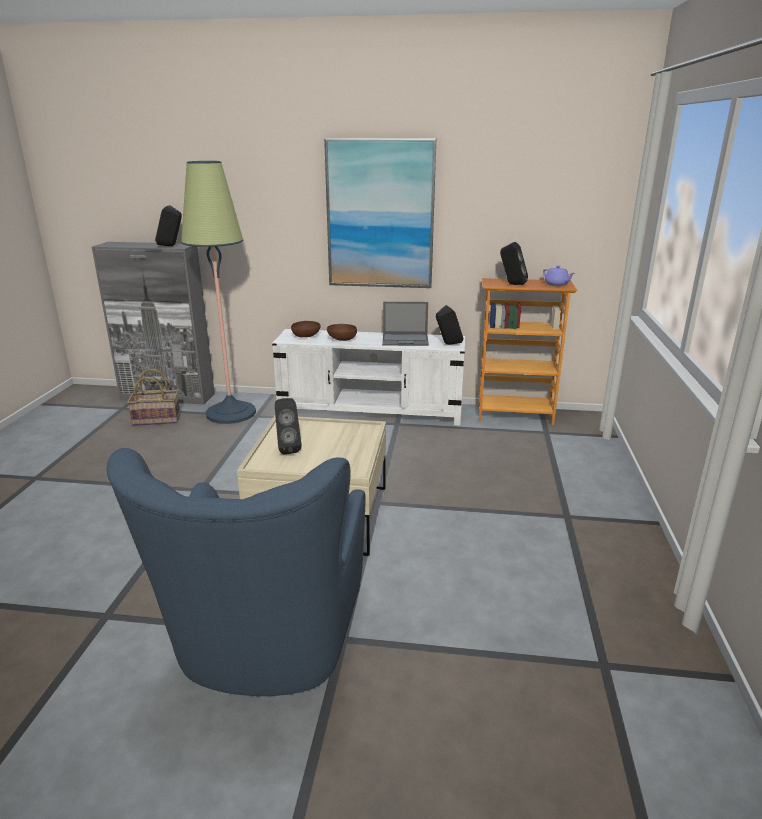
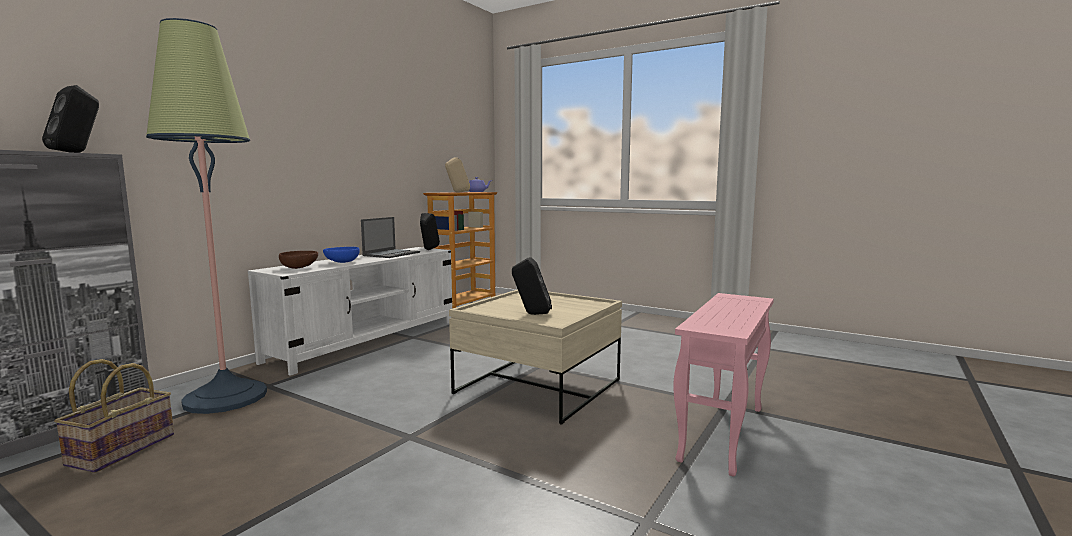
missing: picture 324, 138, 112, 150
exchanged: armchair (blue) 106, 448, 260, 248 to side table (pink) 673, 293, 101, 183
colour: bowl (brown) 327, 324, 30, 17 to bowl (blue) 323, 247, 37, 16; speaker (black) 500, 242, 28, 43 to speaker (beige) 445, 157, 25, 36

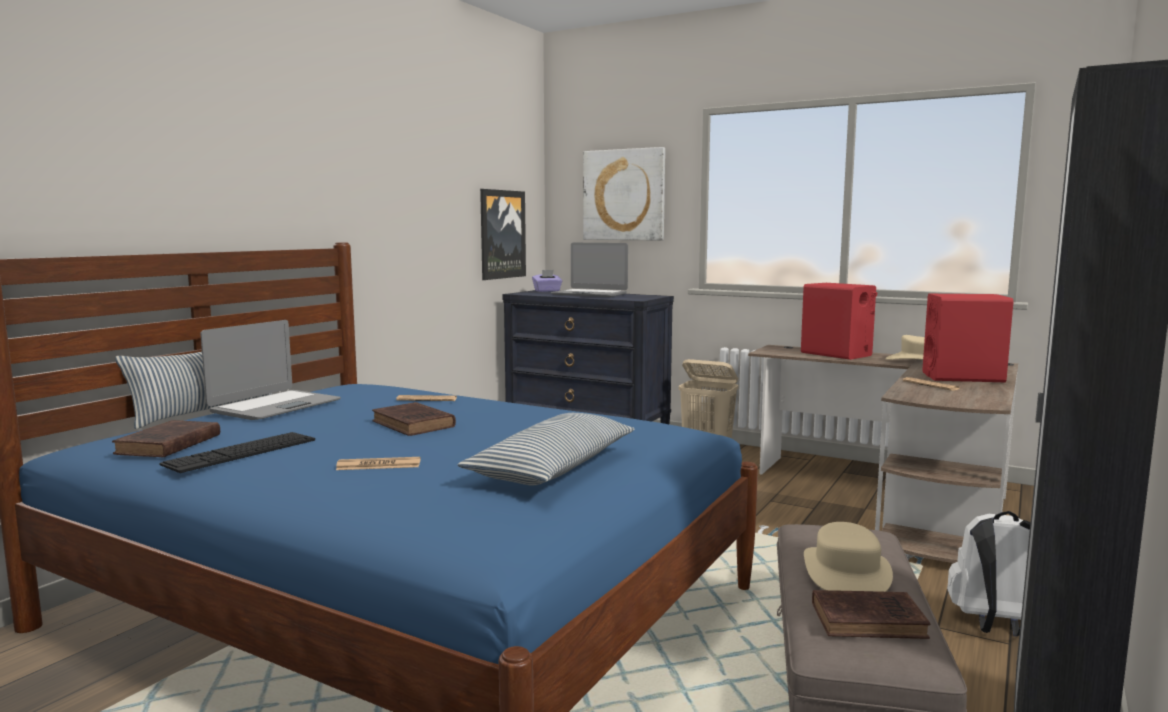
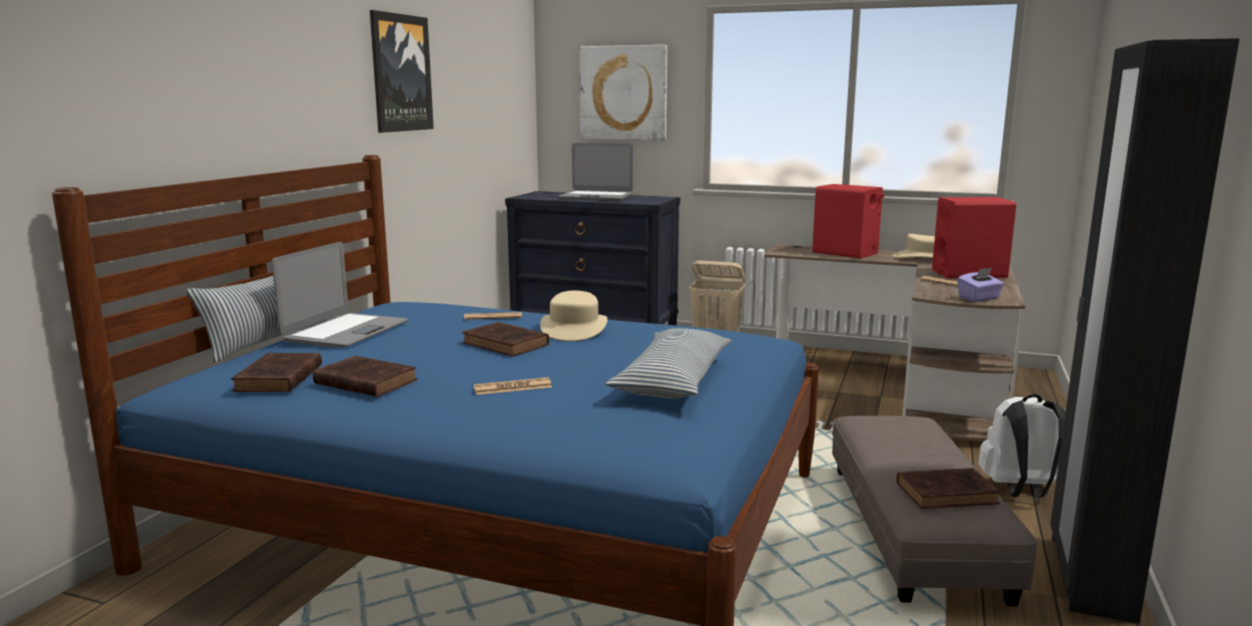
relocated: picture 480, 189, 46, 91 to 370, 10, 64, 123; hat (beige) 804, 522, 89, 70 to 540, 290, 68, 51; tissue box (purple) 532, 270, 30, 22 to 957, 268, 47, 34
exchanged: keyboard 159, 432, 156, 41 to book (brown) 313, 356, 104, 41

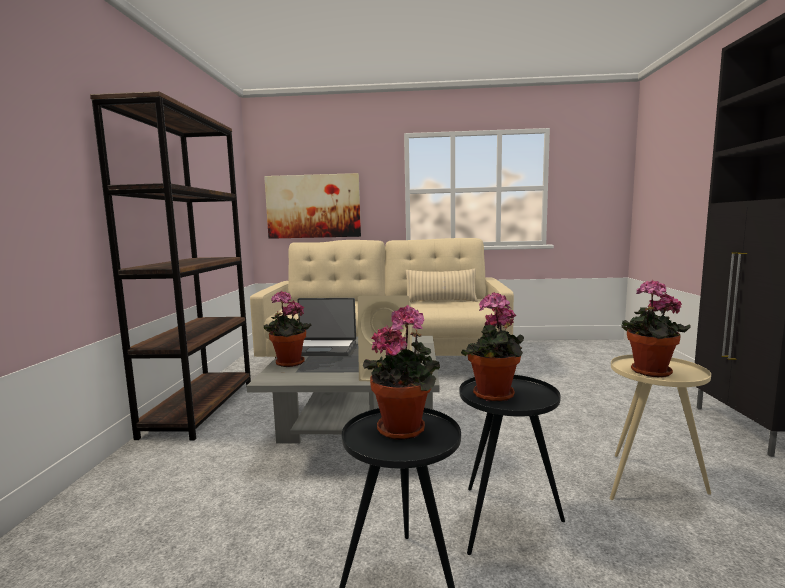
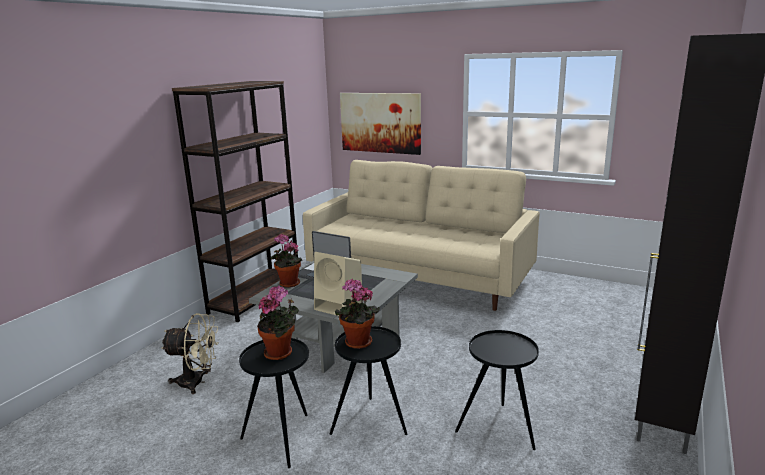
missing: pillow (beige) 405, 268, 73, 34; potted plant 621, 279, 70, 98
appeared: fan (beige) 161, 313, 58, 81
colour: side table (beige) 610, 354, 101, 146 to side table (black) 455, 330, 84, 120

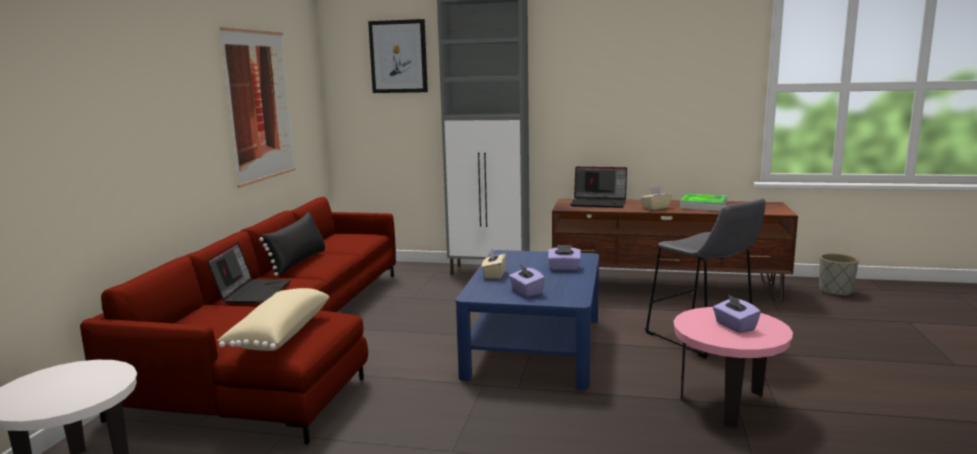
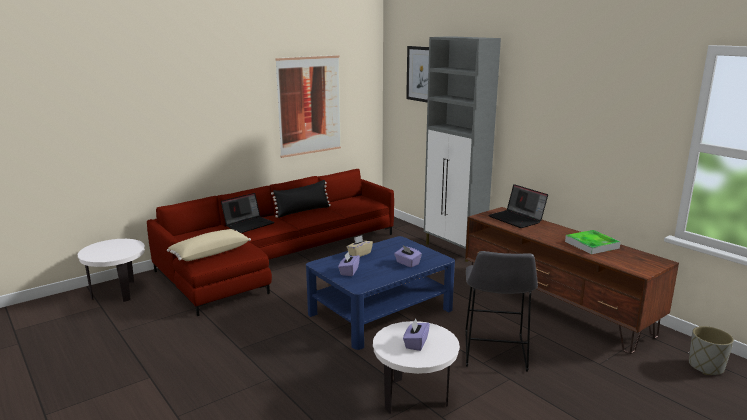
missing: tissue box (beige) 641, 186, 31, 24
colour: side table (pink) 673, 307, 120, 121 to side table (white) 373, 321, 87, 93

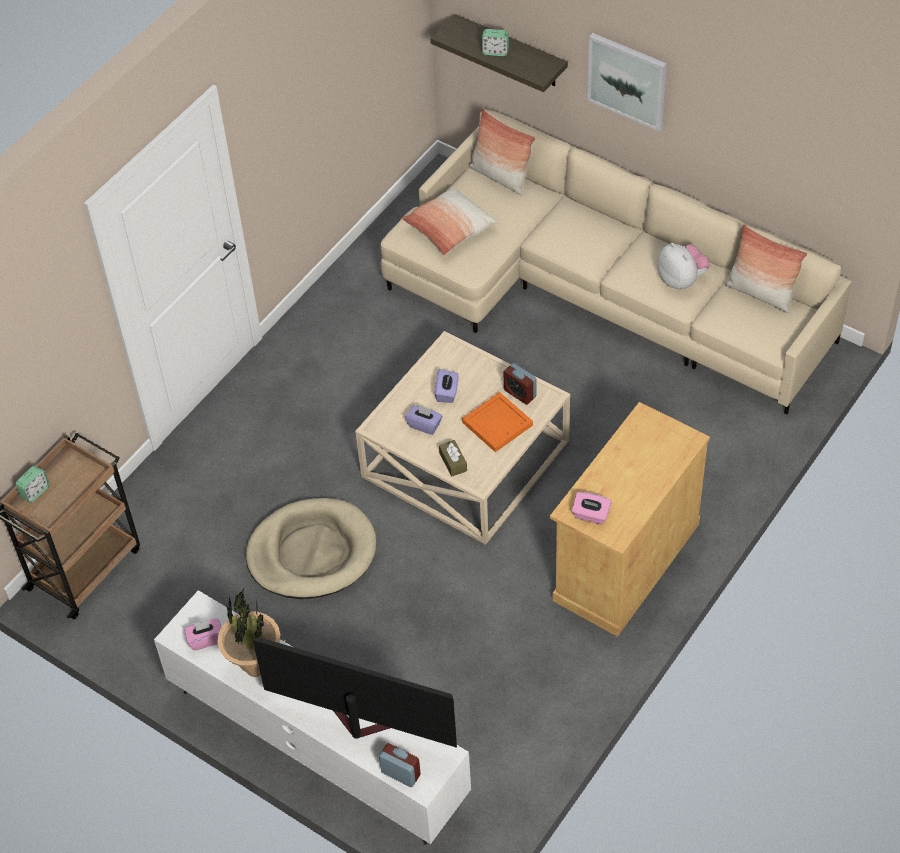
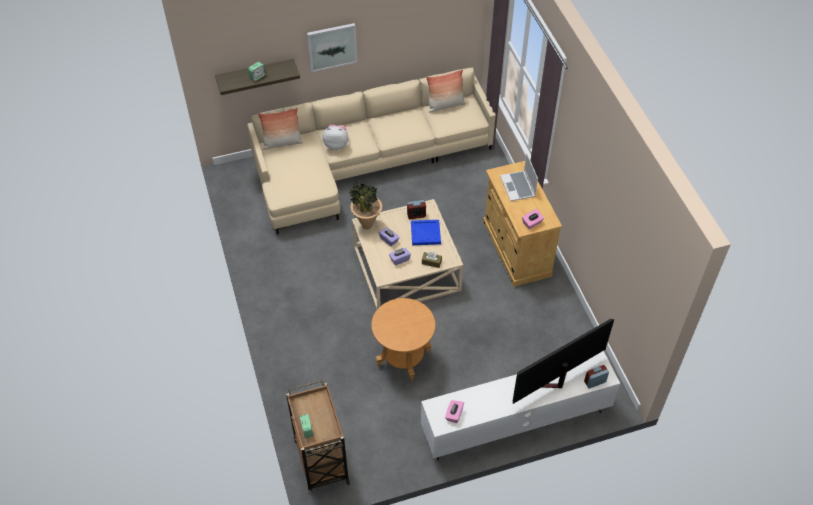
missing: pillow 401, 186, 97, 70
appeared: laptop 500, 153, 38, 48
relocated: plush toy 658, 243, 52, 47 to 322, 125, 26, 25; potted plant 217, 589, 63, 88 to 348, 183, 34, 47
exchanged: dog bed (beige) 246, 498, 130, 101 to side table (brown) 372, 298, 63, 83
colour: tray (orange) 462, 392, 71, 60 to tray (blue) 411, 220, 30, 25

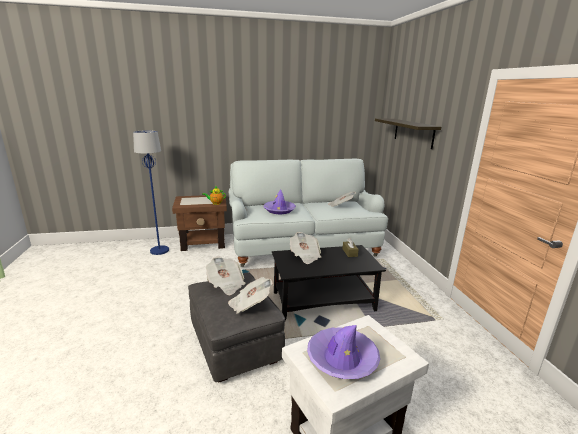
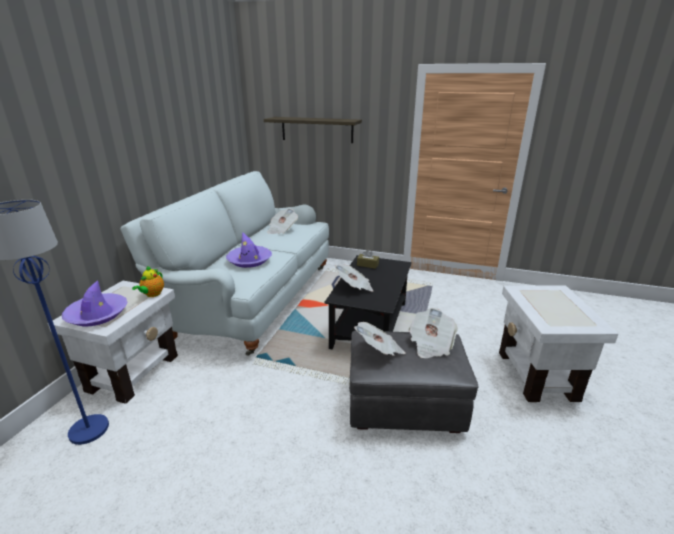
relocated: hat (purple) 307, 325, 73, 54 to 62, 280, 65, 47
colour: side table (brown) 172, 195, 55, 56 to side table (white) 48, 281, 130, 123

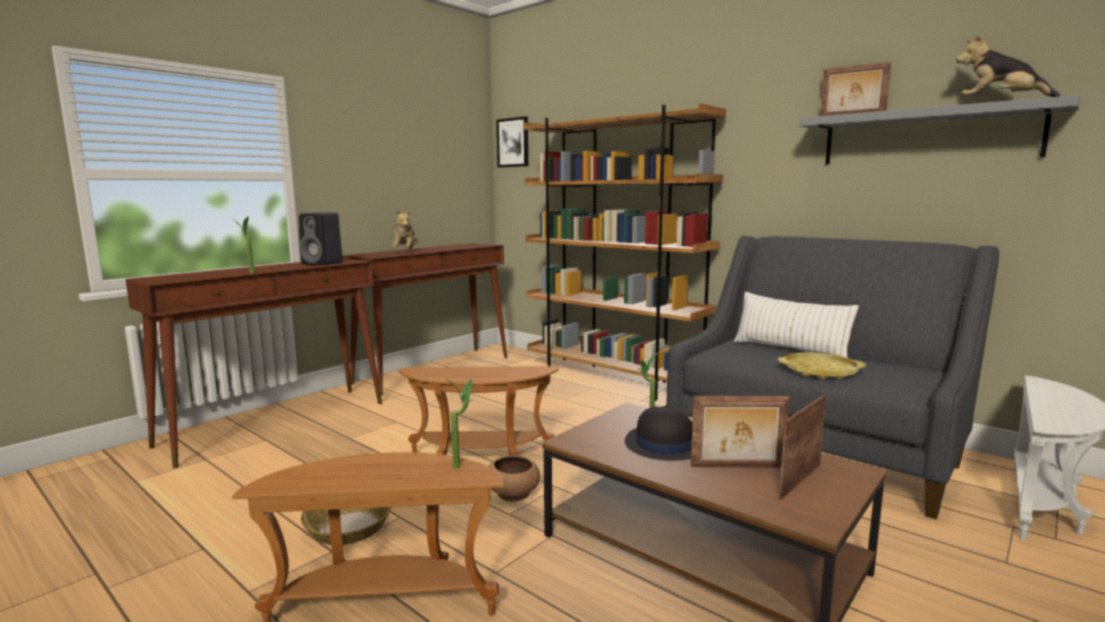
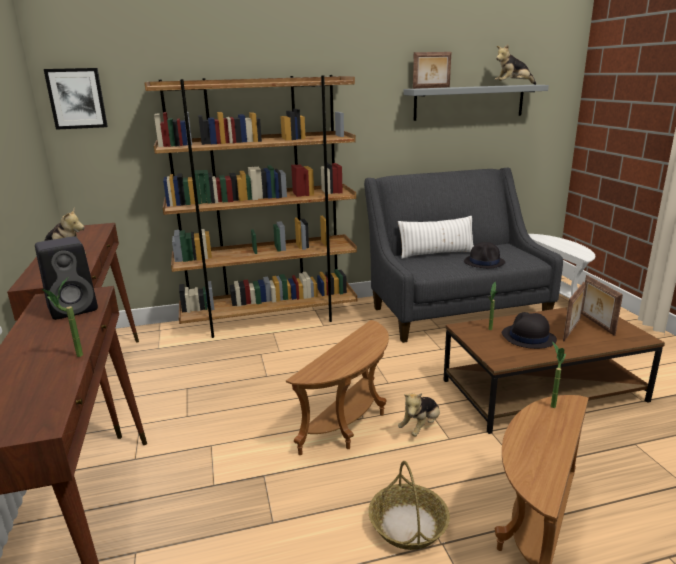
exchanged: bowl (brown) 488, 455, 52, 46 to plush toy 398, 393, 42, 44; tray (yellow) 778, 352, 88, 27 to hat (black) 464, 242, 42, 26

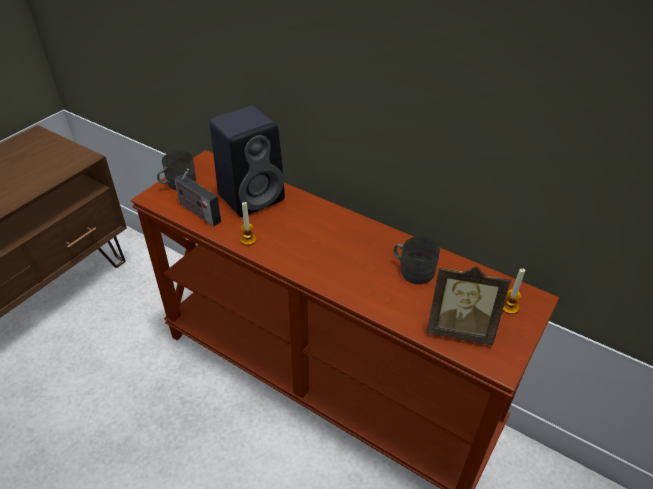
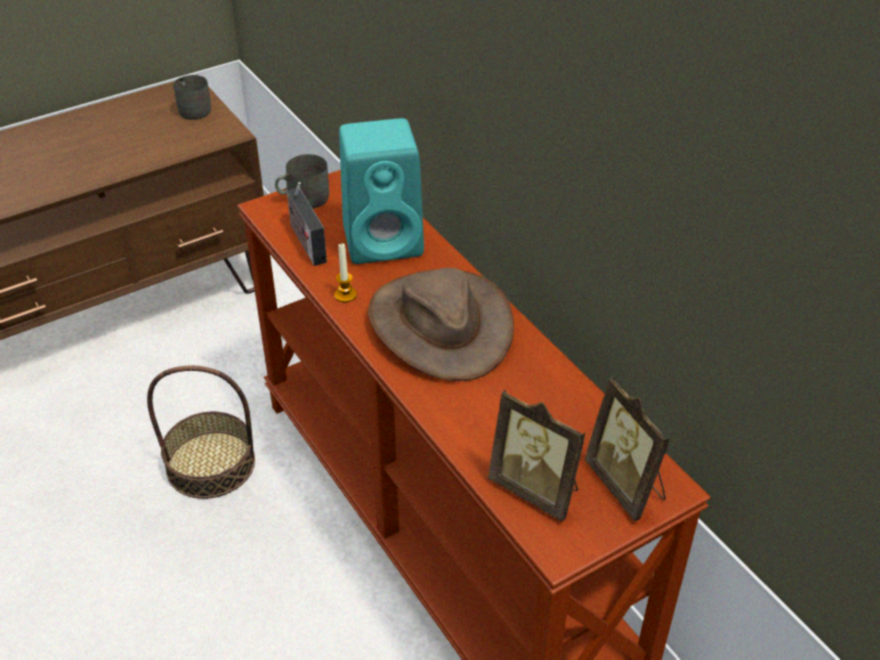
appeared: basket 147, 365, 108, 134; hat (brown) 368, 268, 146, 113
relocated: mug (grey) 394, 236, 46, 48 to 173, 75, 38, 45
exchanged: candle 503, 269, 22, 45 to picture frame 585, 377, 85, 144
colour: speaker (black) 210, 106, 75, 111 to speaker (turquoise) 339, 118, 85, 146

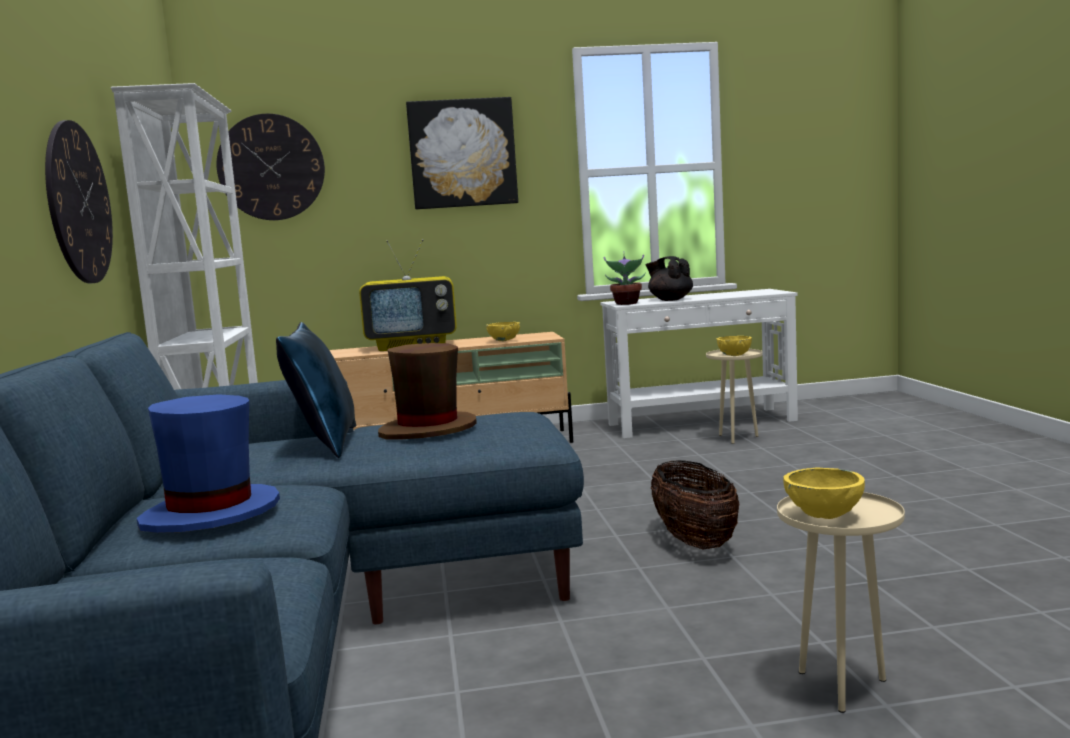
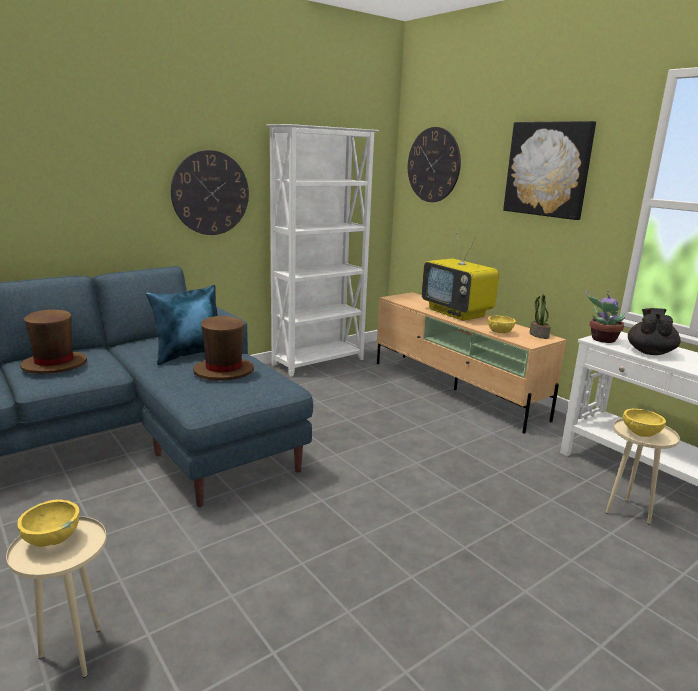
missing: basket 651, 460, 88, 89
appeared: potted plant 529, 293, 22, 46
colour: hat (blue) 137, 394, 143, 139 to hat (brown) 20, 309, 67, 65

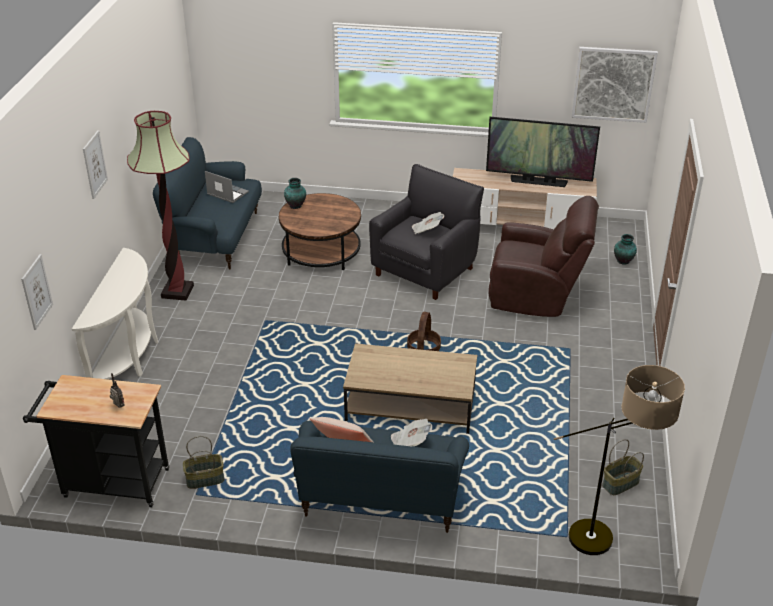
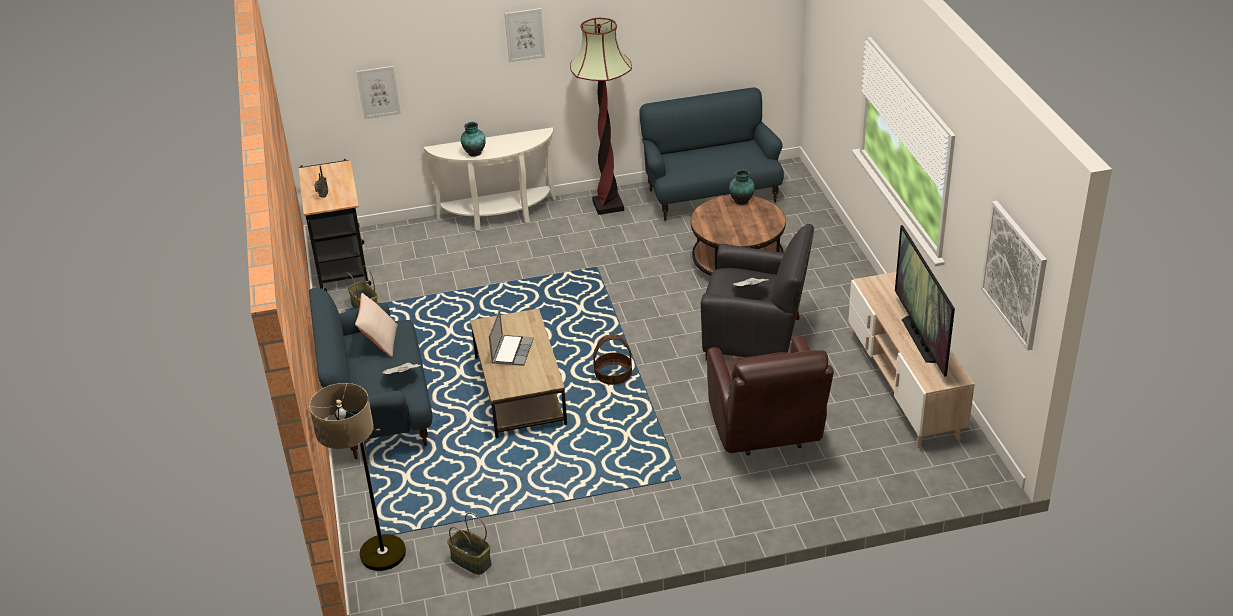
relocated: vase 614, 234, 23, 31 to 461, 122, 25, 35; laptop 205, 171, 44, 32 to 489, 309, 45, 57

